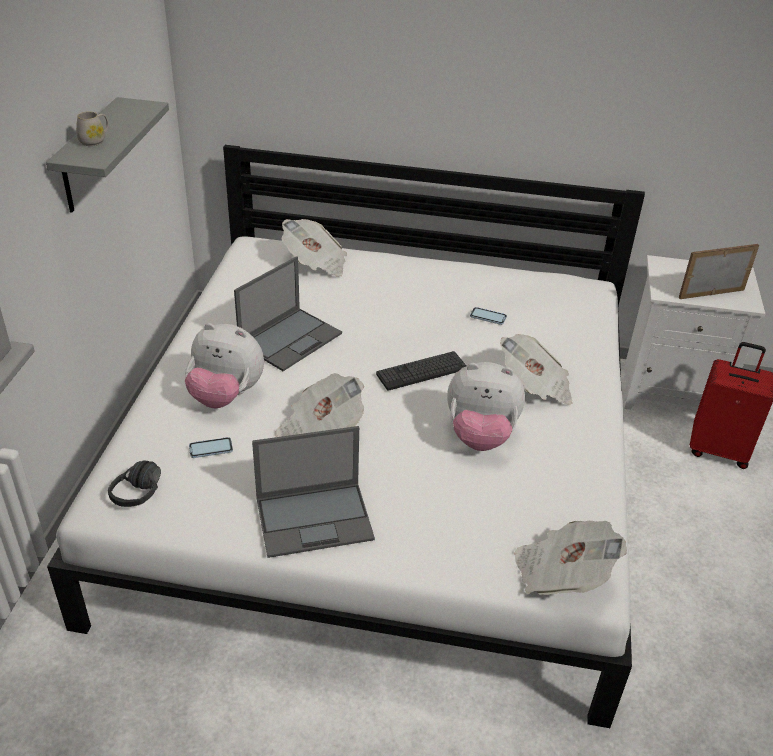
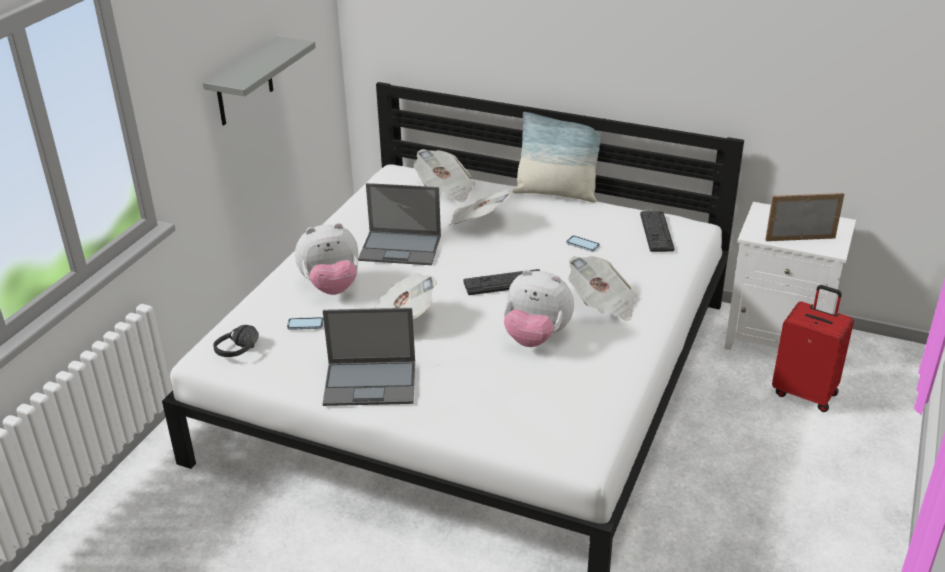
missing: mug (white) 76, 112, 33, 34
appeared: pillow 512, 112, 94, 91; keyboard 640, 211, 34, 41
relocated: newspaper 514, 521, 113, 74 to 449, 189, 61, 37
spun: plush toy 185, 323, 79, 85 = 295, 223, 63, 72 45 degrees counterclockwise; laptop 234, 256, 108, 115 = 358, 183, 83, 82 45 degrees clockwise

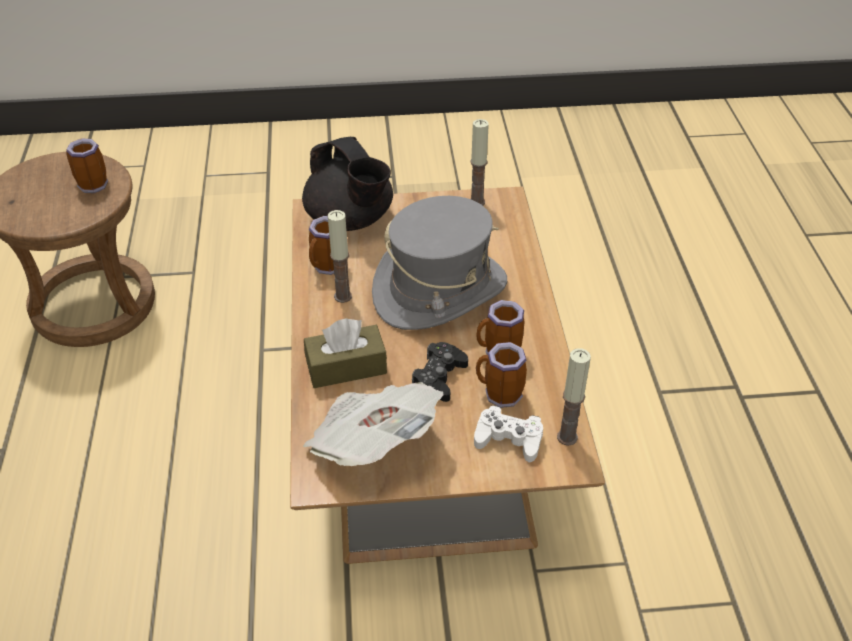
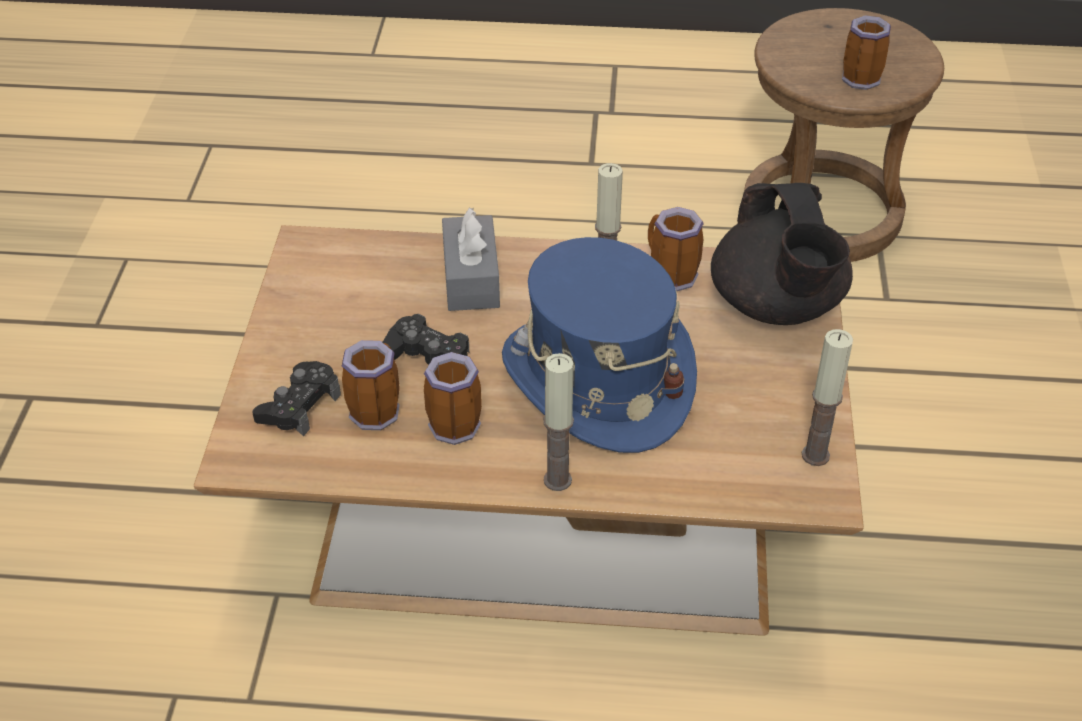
missing: newspaper 303, 382, 141, 84
relocated: candle 557, 348, 34, 98 to 543, 353, 31, 138
colour: game controller (white) 474, 405, 69, 58 to game controller (black) 252, 361, 89, 75; tissue box (brown) 304, 318, 83, 70 to tissue box (grey) 442, 208, 58, 103; hat (grey) 372, 196, 135, 134 to hat (blue) 502, 237, 195, 216
spun: teapot (black) 302, 137, 91, 94 = 711, 183, 142, 142 75 degrees counterclockwise

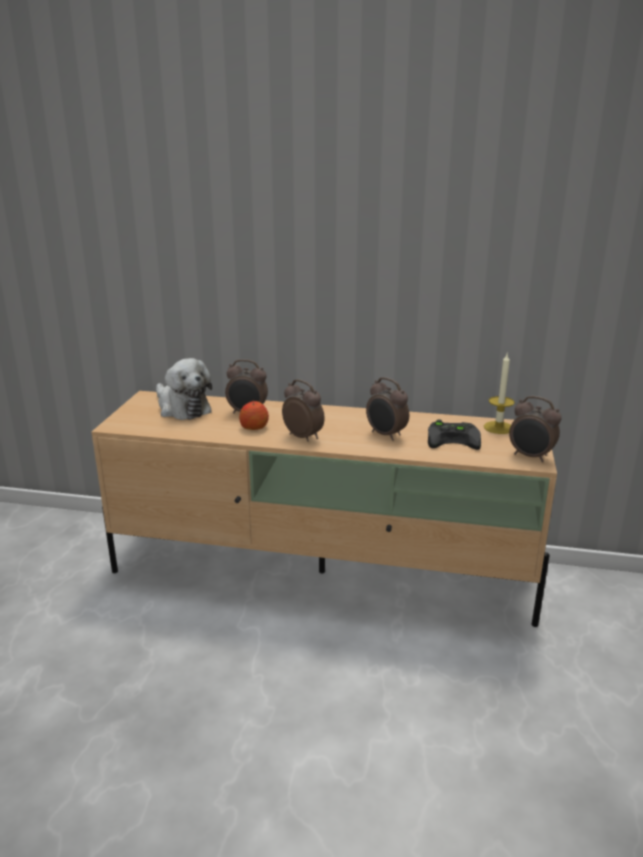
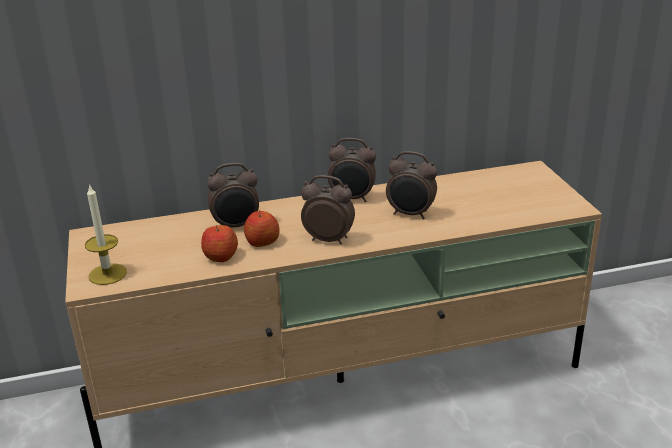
missing: plush toy 156, 358, 56, 62; game controller (black) 428, 419, 53, 31
appeared: apple 201, 225, 37, 37
relocated: candle 484, 352, 31, 82 to 85, 184, 42, 101; alarm clock 509, 396, 53, 66 to 328, 138, 48, 64

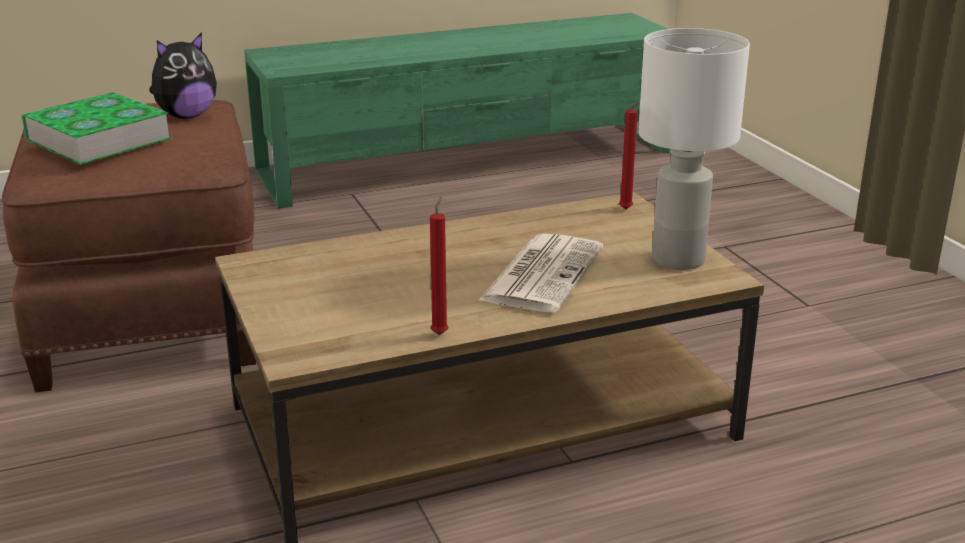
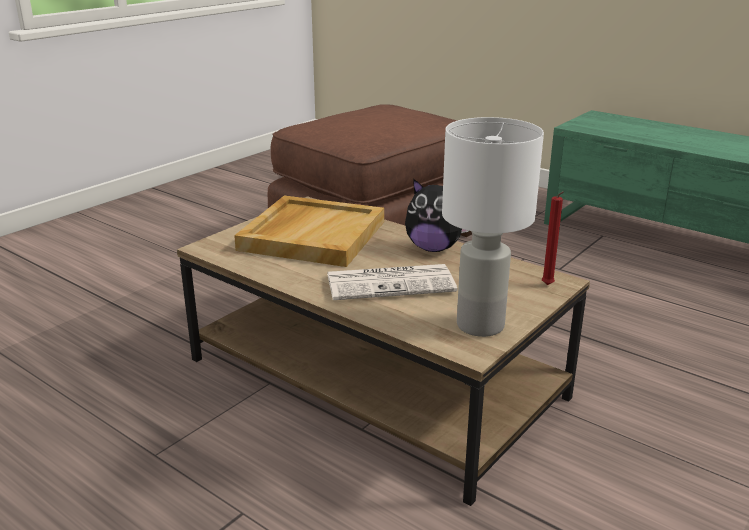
missing: book 21, 92, 150, 73; candle (red) 430, 196, 18, 139
appeared: tray (beige) 234, 196, 150, 71
relocated: plush toy 149, 32, 68, 87 to 405, 179, 64, 73

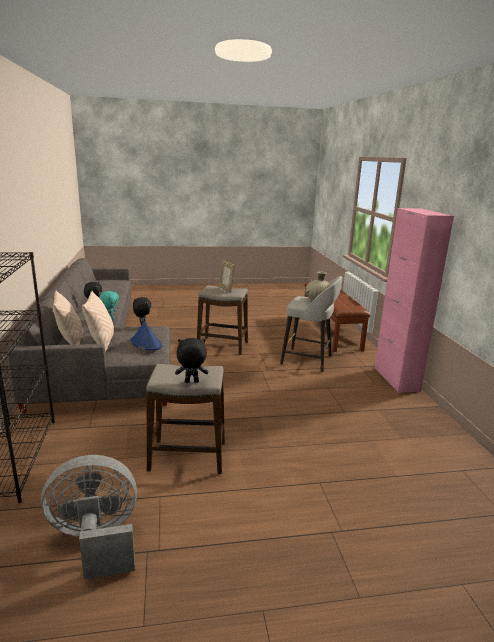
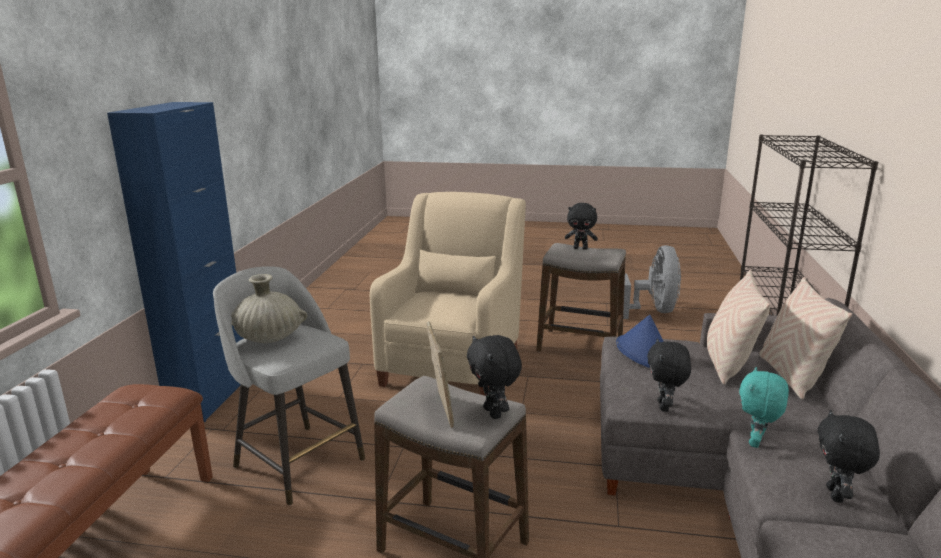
appeared: armchair (beige) 370, 192, 156, 204; plush toy (black) 467, 335, 55, 84
colour: cabinet (pink) 374, 208, 80, 185 to cabinet (blue) 107, 102, 137, 320
spun: fan (grey) 41, 455, 96, 124 = 623, 245, 58, 74 90 degrees counterclockwise

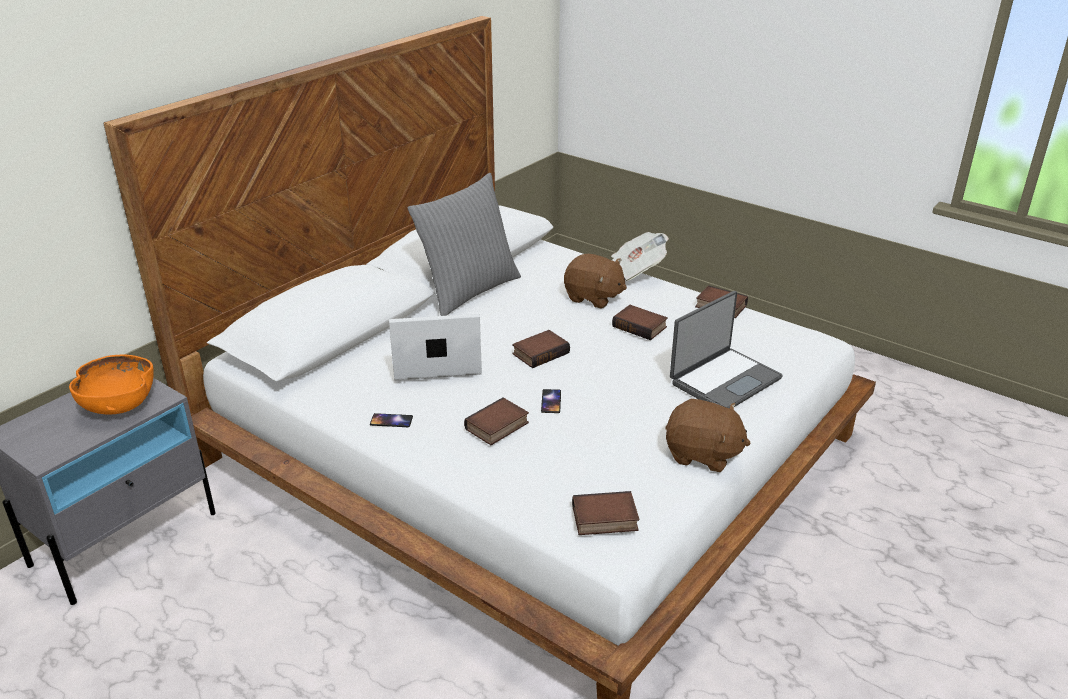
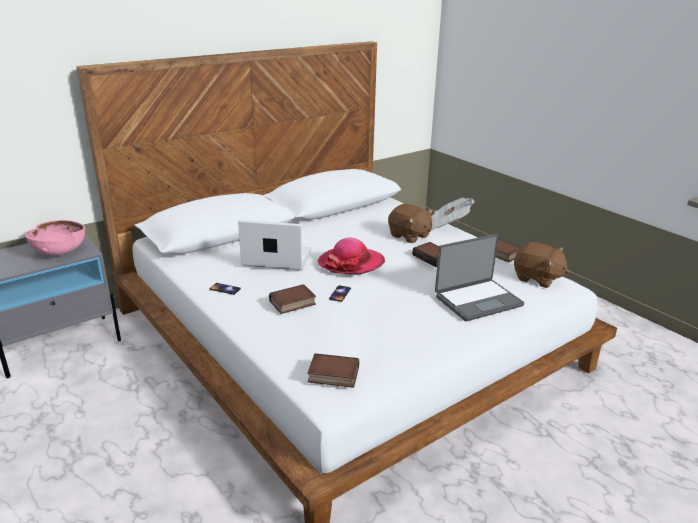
missing: pillow (grey) 408, 173, 113, 143
relocated: plush toy (brown) 665, 399, 86, 73 to 514, 242, 55, 46
exchanged: book 512, 330, 58, 38 to hat 317, 238, 68, 37
colour: bowl (orange) 69, 354, 85, 60 to bowl (pink) 25, 220, 60, 35

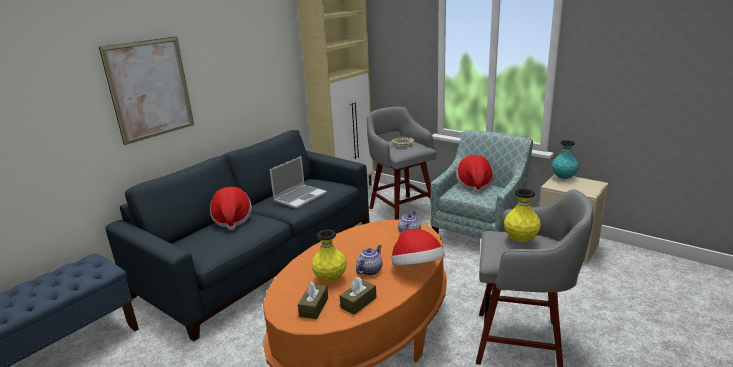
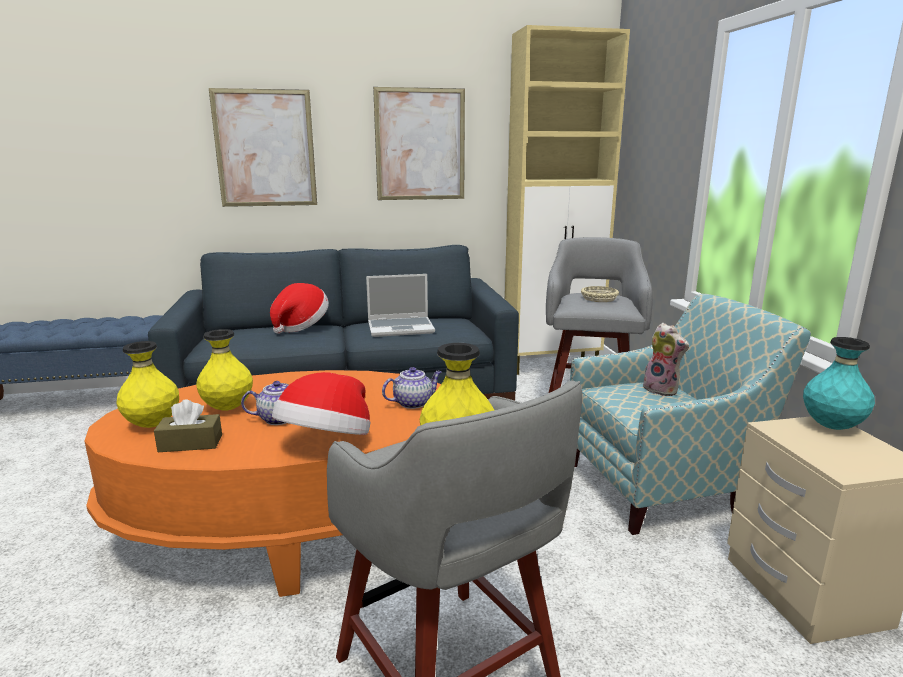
appeared: picture 373, 87, 92, 113
exchanged: tissue box (brown) 298, 281, 30, 38 to vase (yellow) 116, 341, 63, 87; hat 456, 155, 37, 38 to plush toy 643, 323, 46, 73

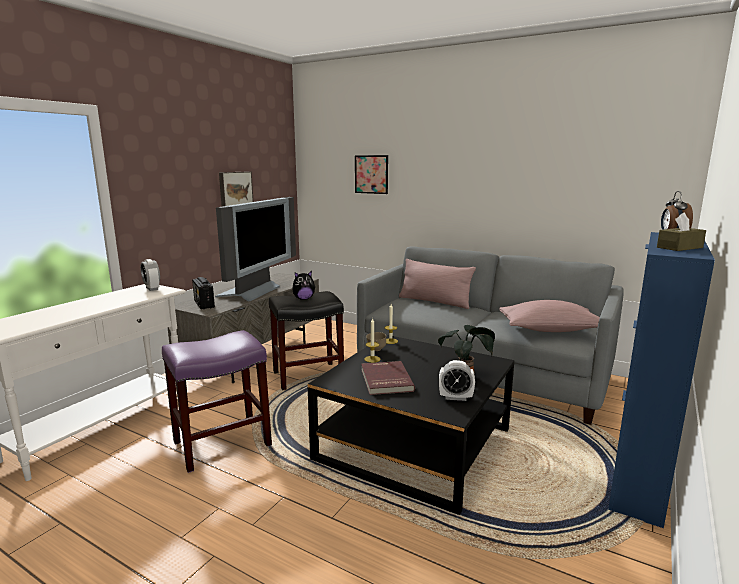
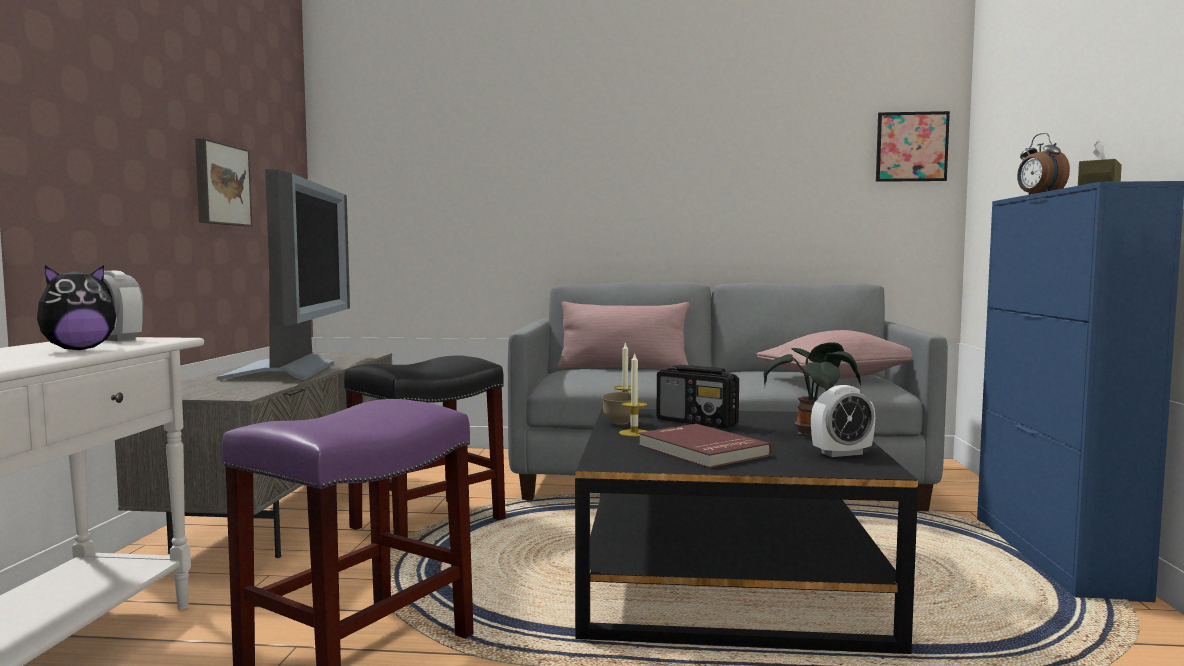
relocated: plush toy 292, 271, 23, 29 to 37, 265, 81, 85; radio 192, 277, 23, 32 to 656, 365, 83, 63; picture 355, 155, 33, 39 to 876, 111, 74, 71

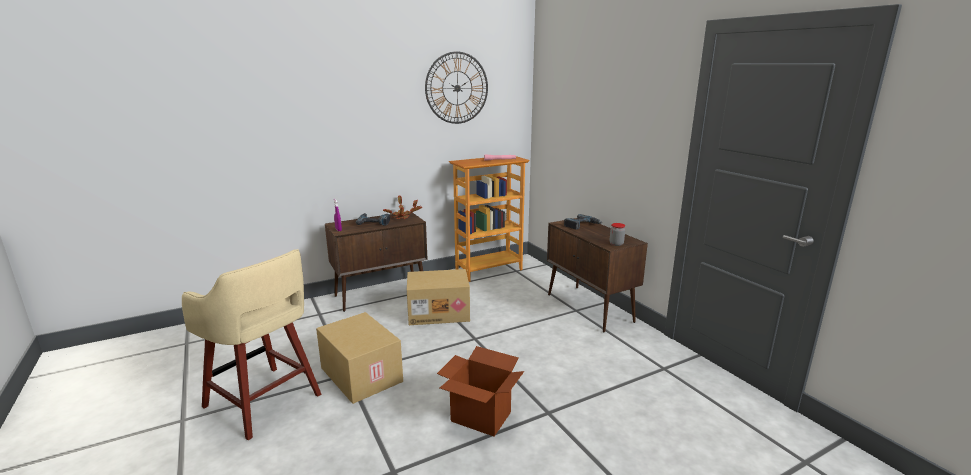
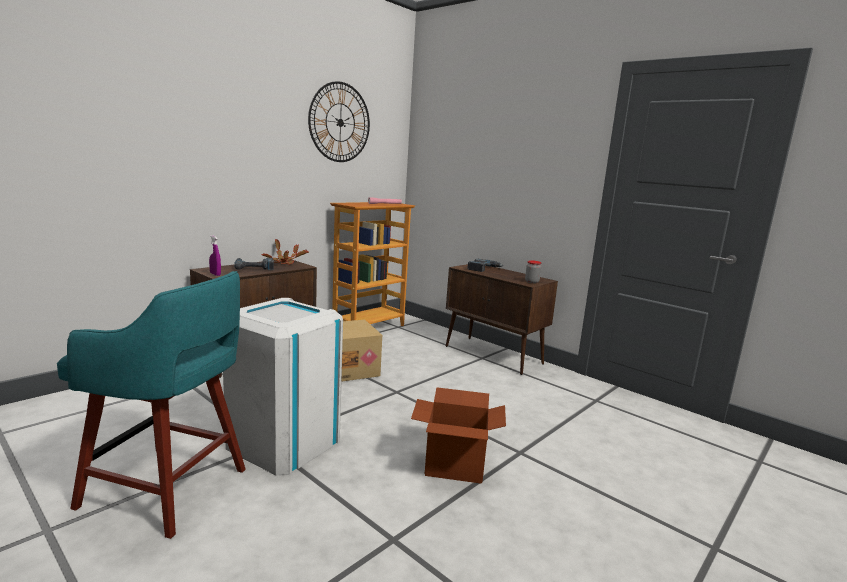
exchanged: cardboard box 316, 312, 87, 92 to trash can (white) 223, 298, 120, 177
colour: stool (beige) 182, 249, 139, 191 to stool (turquoise) 57, 271, 189, 268

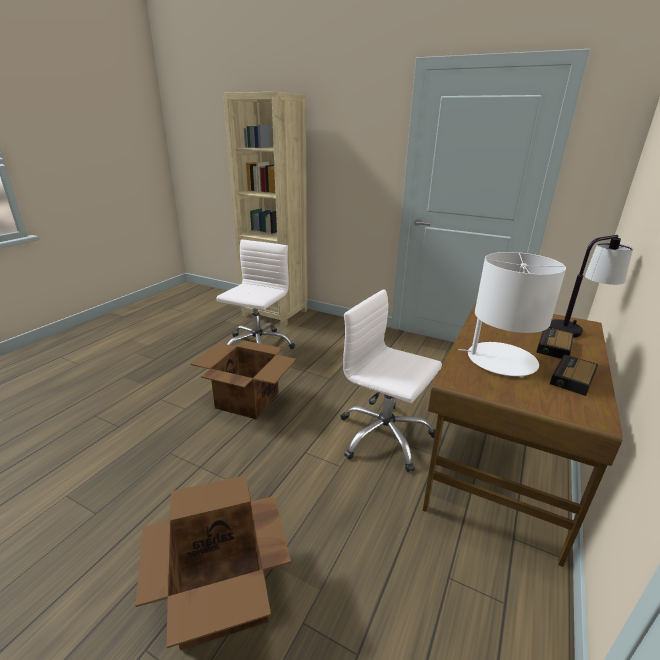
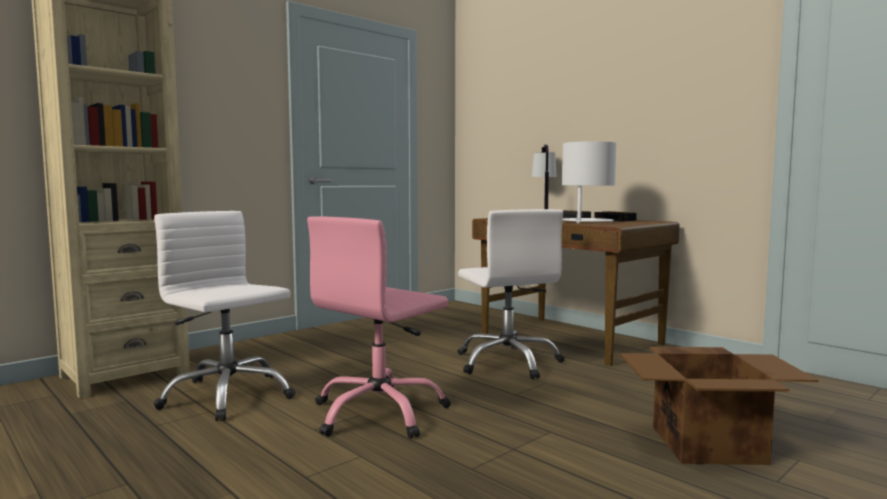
exchanged: cardboard box 191, 340, 105, 79 to office chair (pink) 307, 216, 144, 223
spun: office chair (white) 341, 289, 101, 183 = 458, 209, 107, 170 75 degrees counterclockwise

